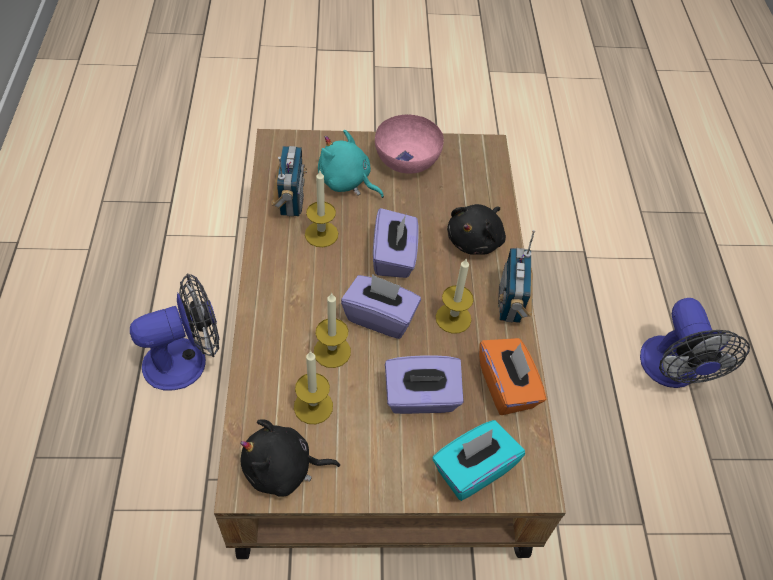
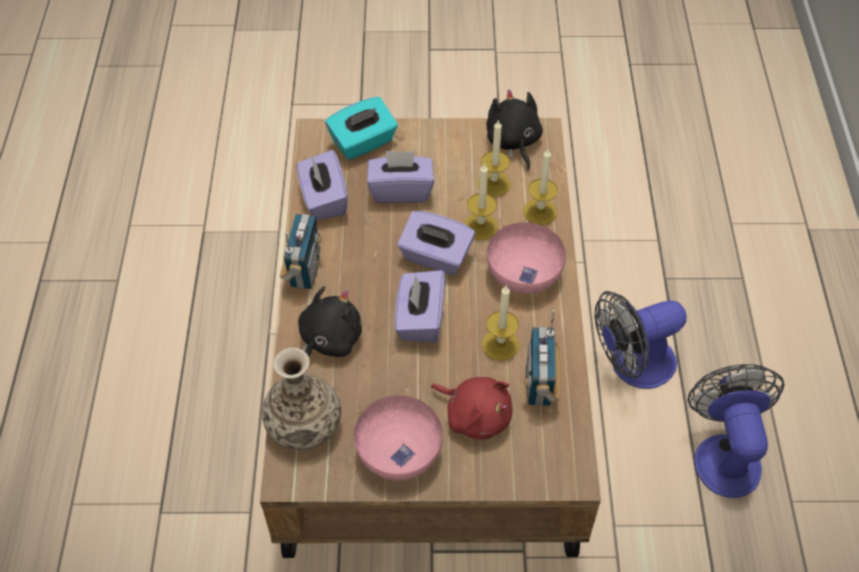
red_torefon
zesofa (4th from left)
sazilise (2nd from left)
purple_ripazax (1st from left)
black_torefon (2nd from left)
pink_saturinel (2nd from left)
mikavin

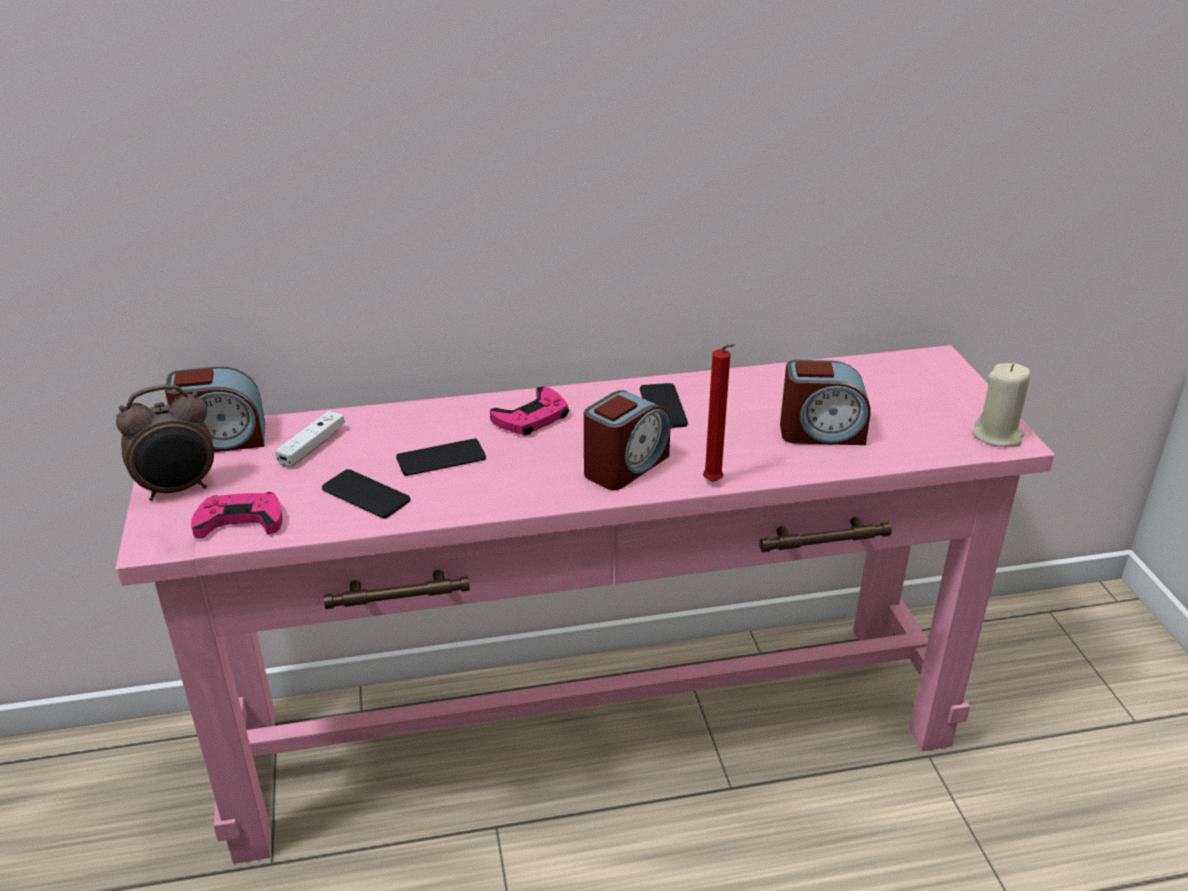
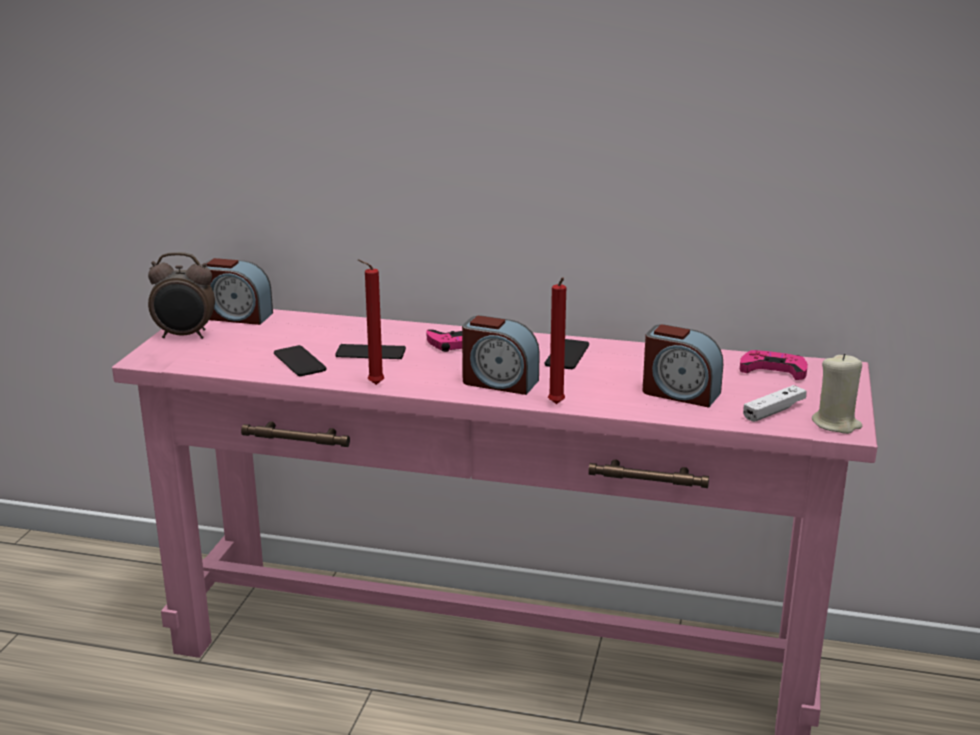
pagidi (3rd from left)
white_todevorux
pink_todevorux (2nd from left)
red_zesofa (1st from left)

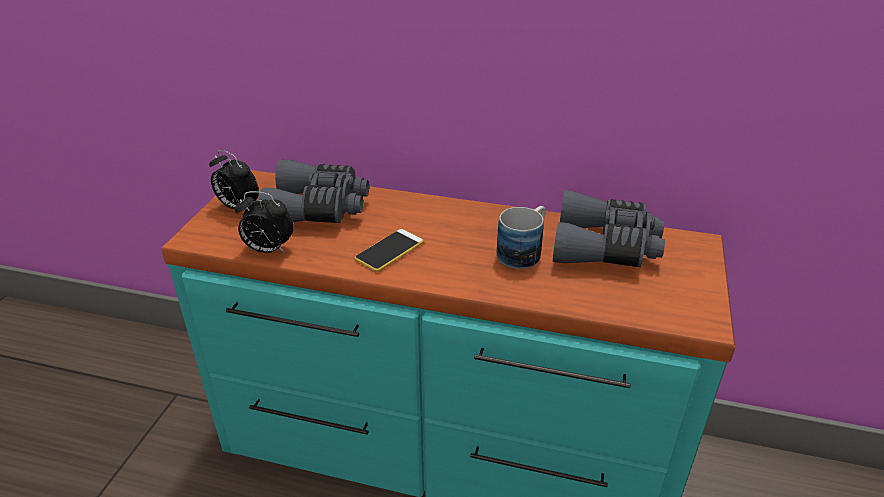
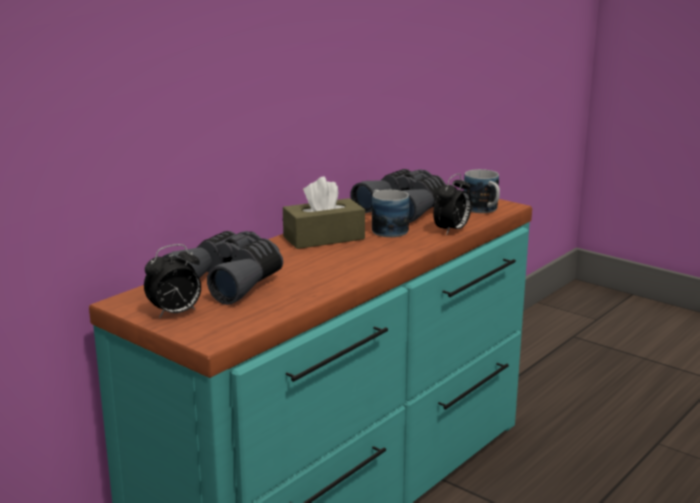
pagidi (2nd from left)
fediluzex
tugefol (2nd from left)
brown_ripazax

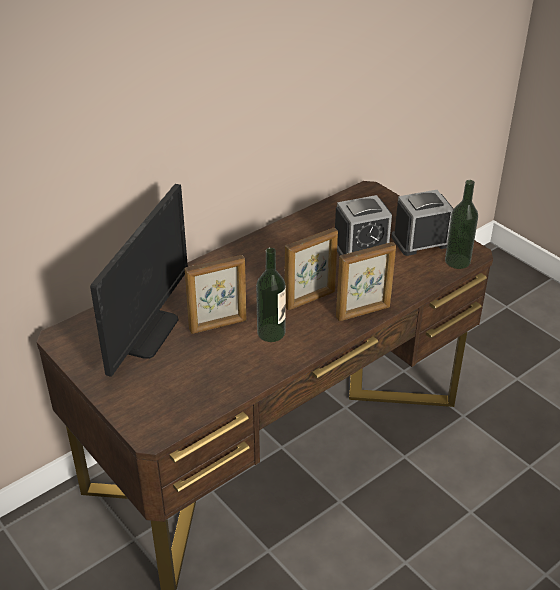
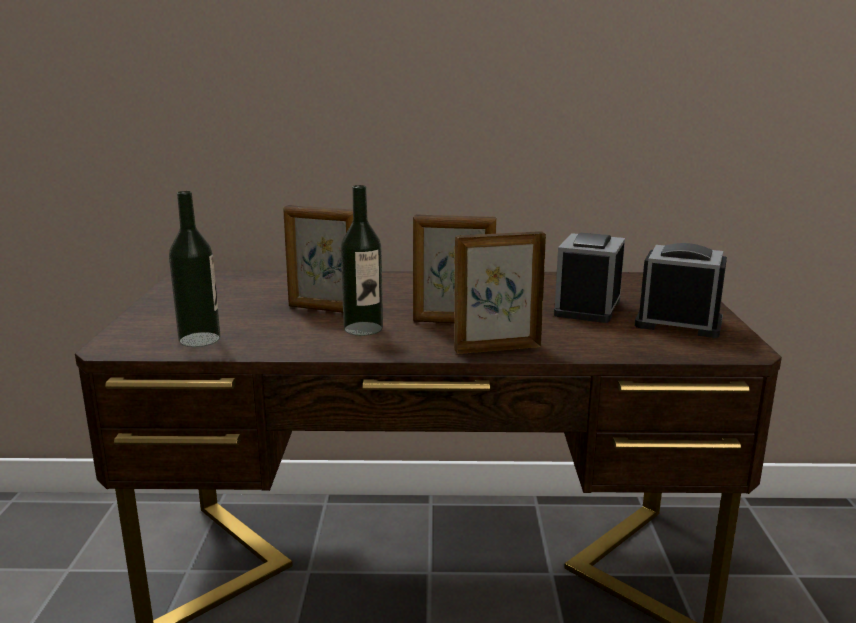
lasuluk (1st from left)
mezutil
pagidi (1st from left)
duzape (3rd from left)

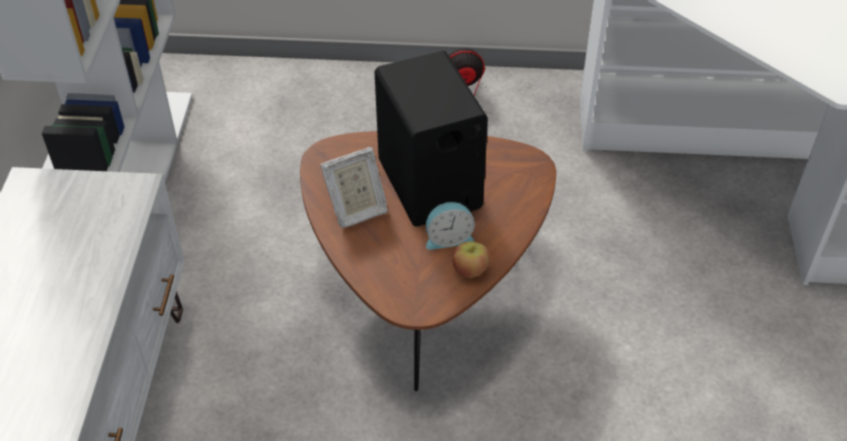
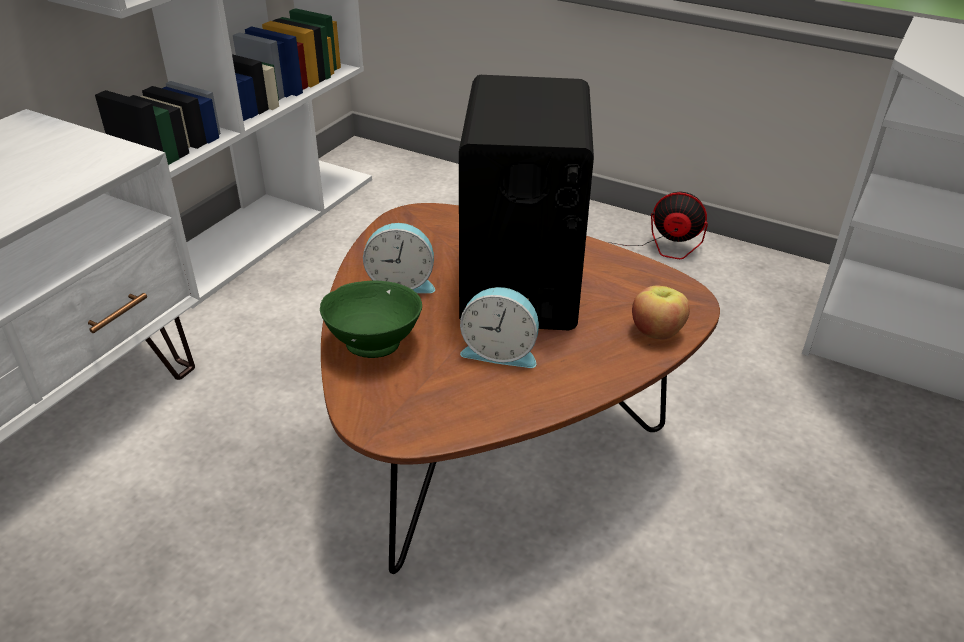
pagidi (1st from left)
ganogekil
green_saturinel

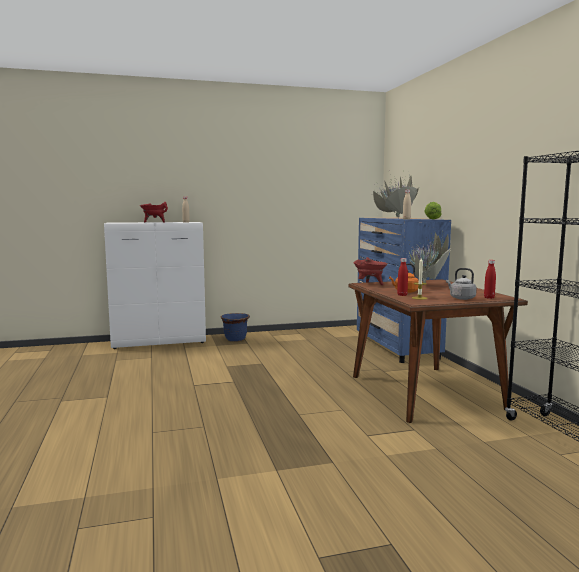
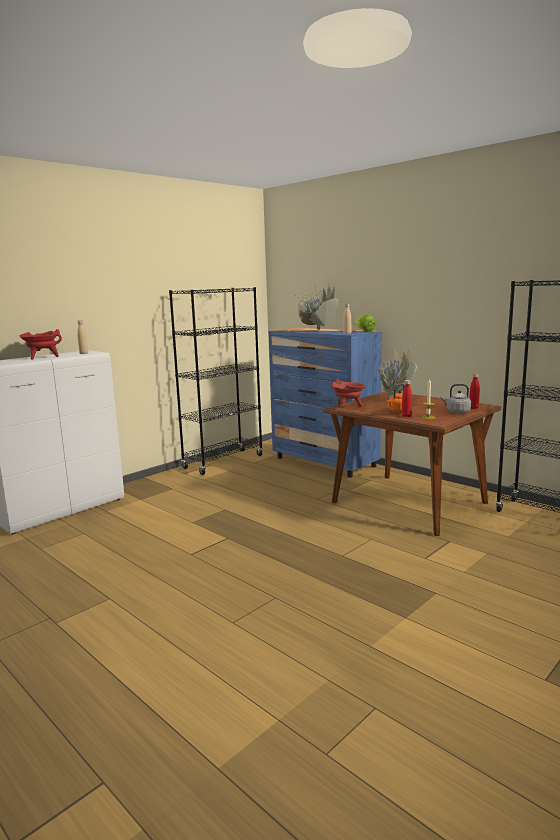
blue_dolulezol
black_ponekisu (1st from left)

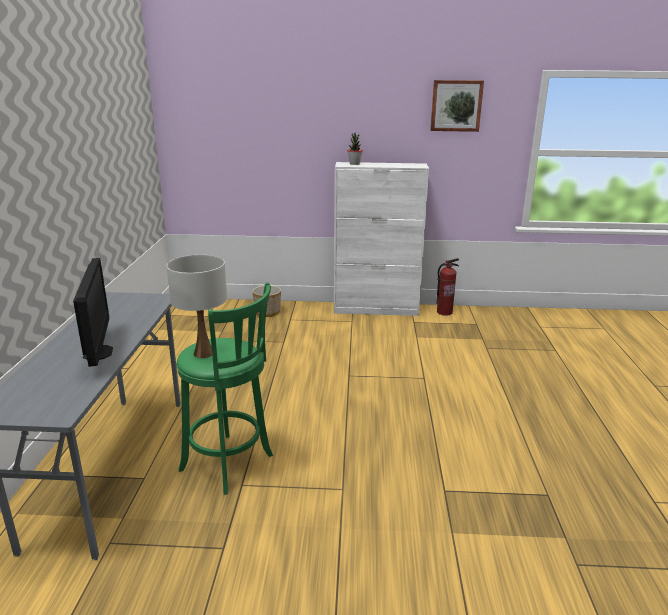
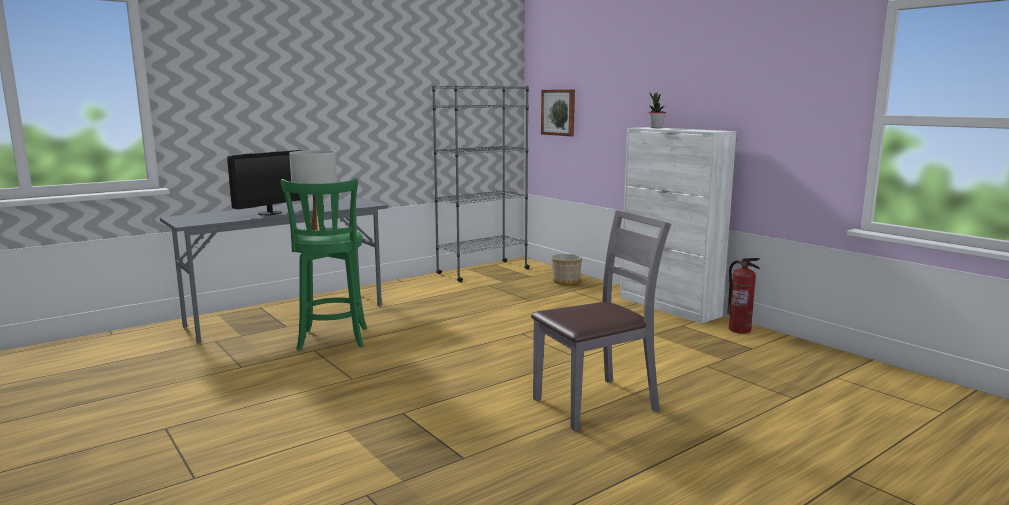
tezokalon
grey_ponekisu
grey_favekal

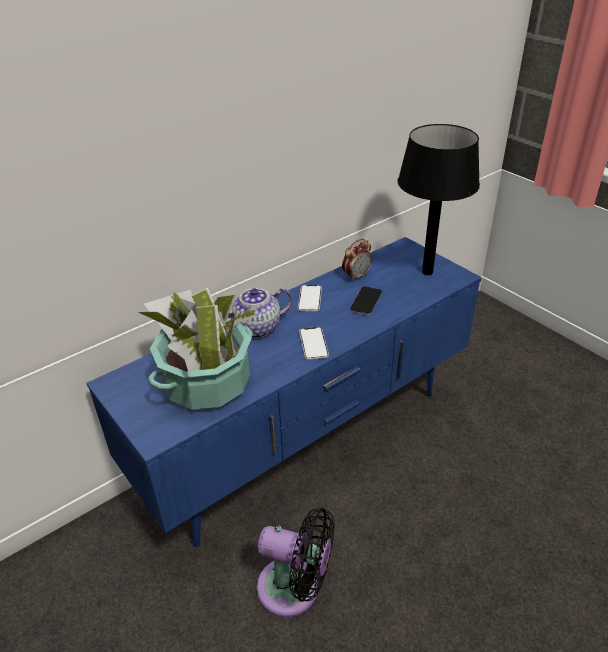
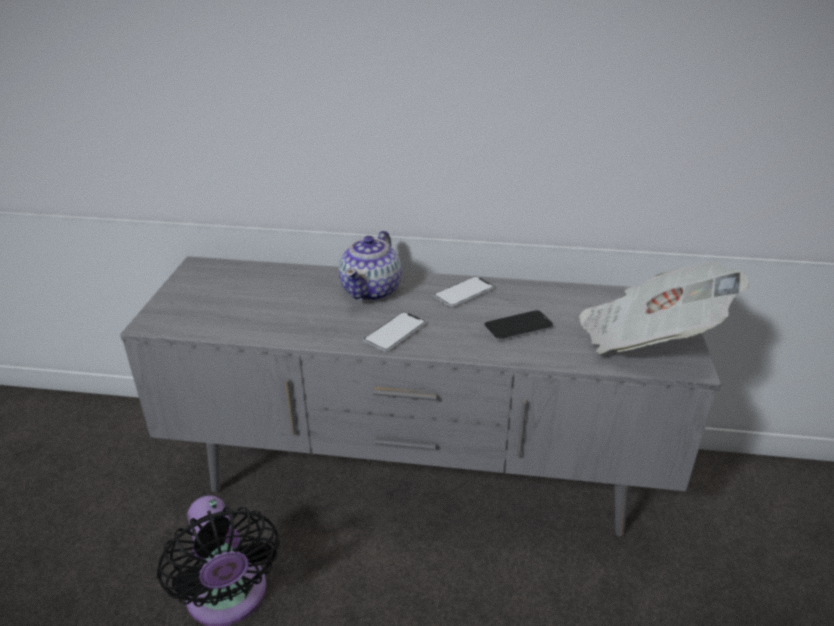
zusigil
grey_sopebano
pagidi
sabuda
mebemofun

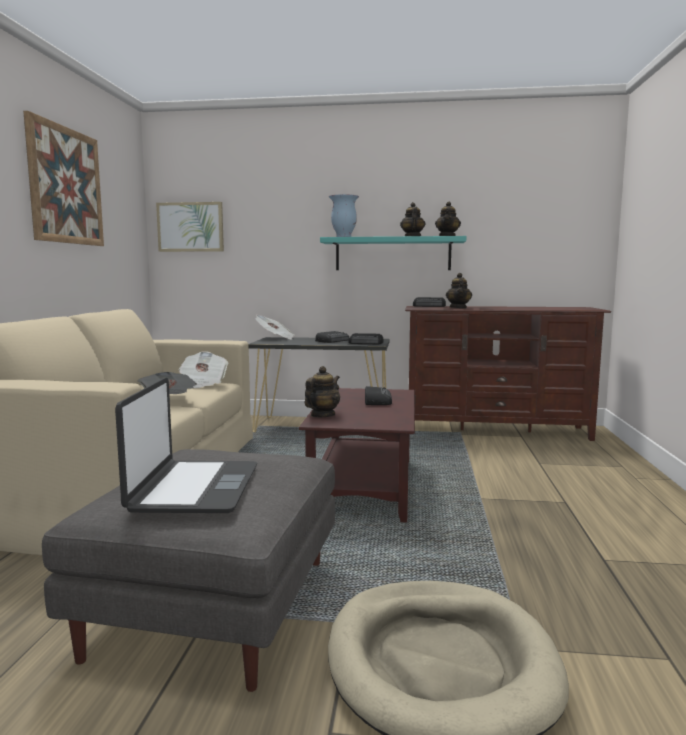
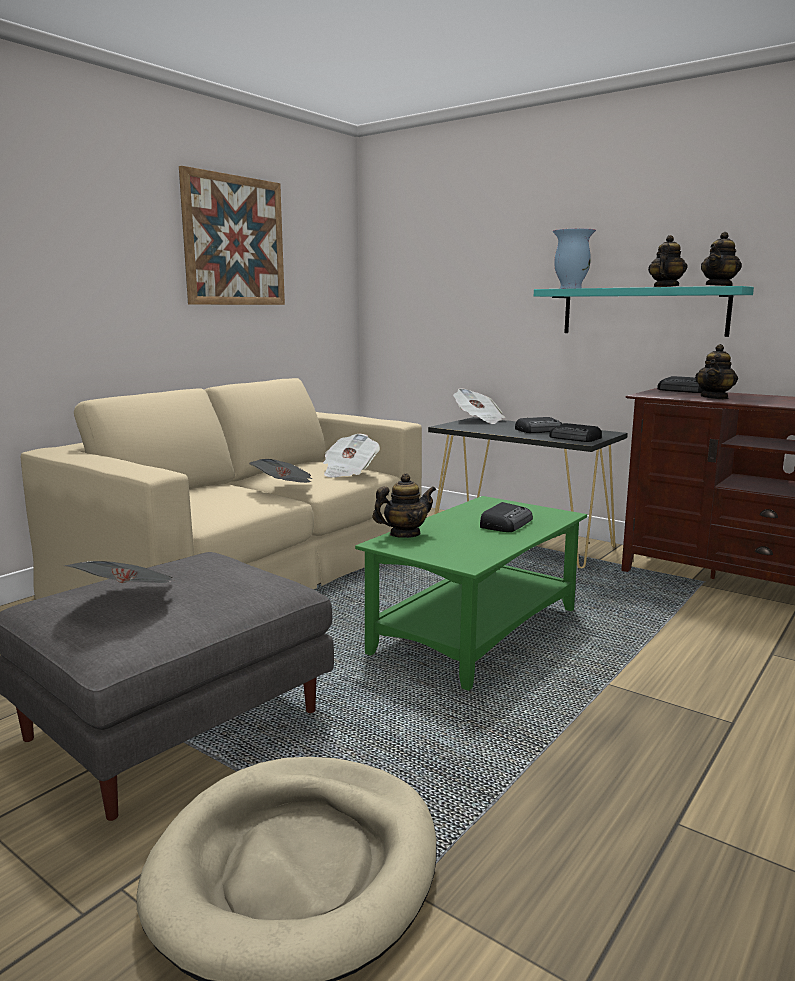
tezokalon (2nd from left in the first image)
zusigil (1st from left)
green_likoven

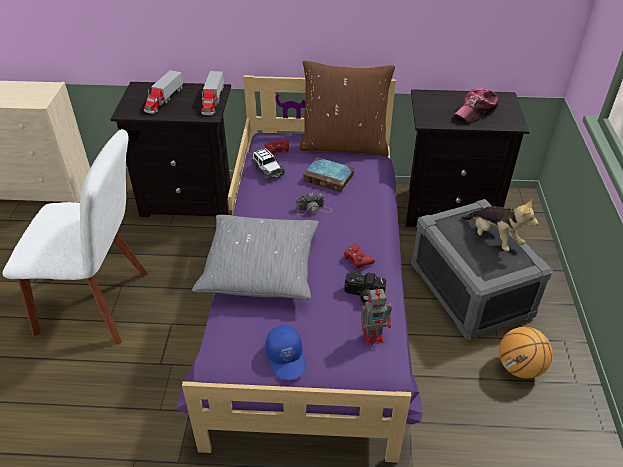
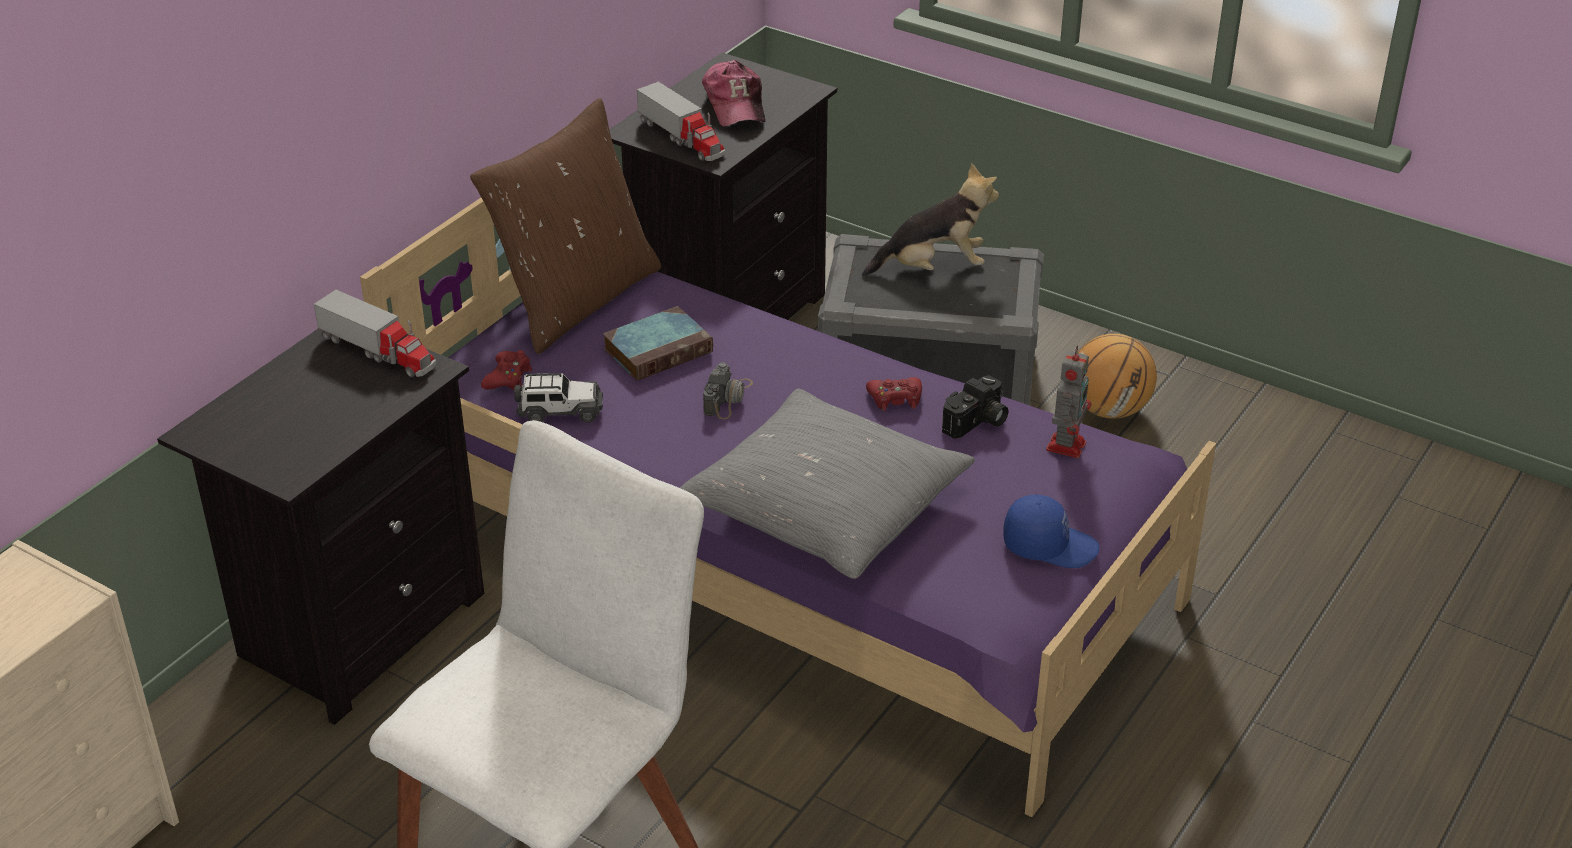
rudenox (2nd from left)

